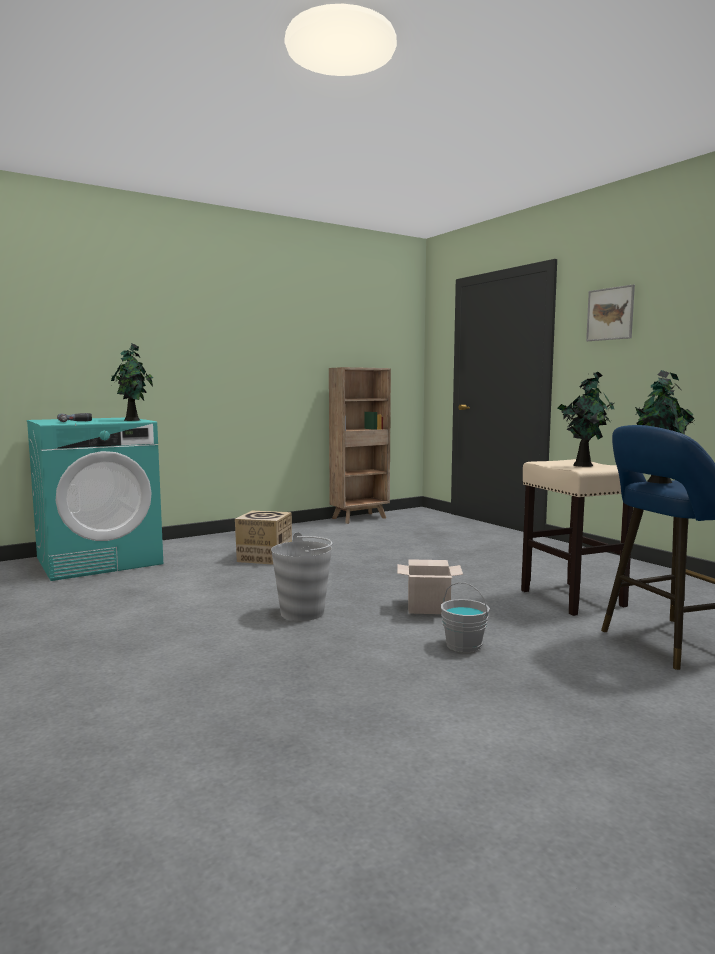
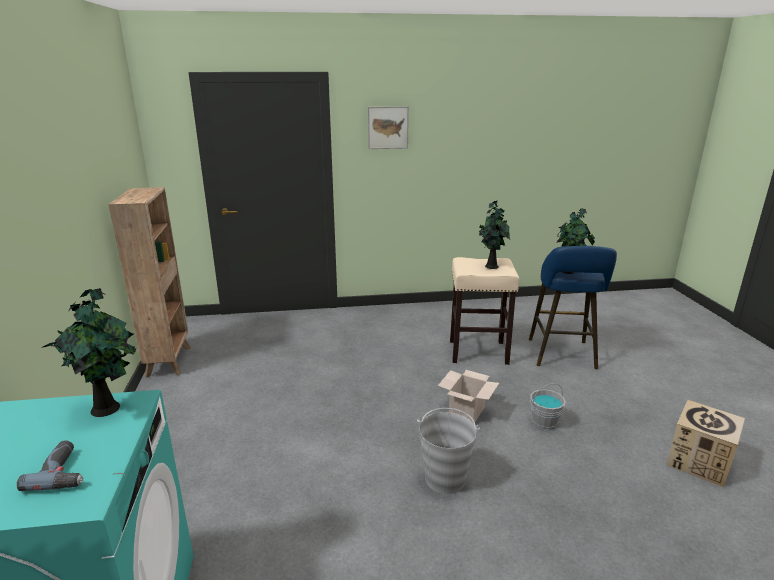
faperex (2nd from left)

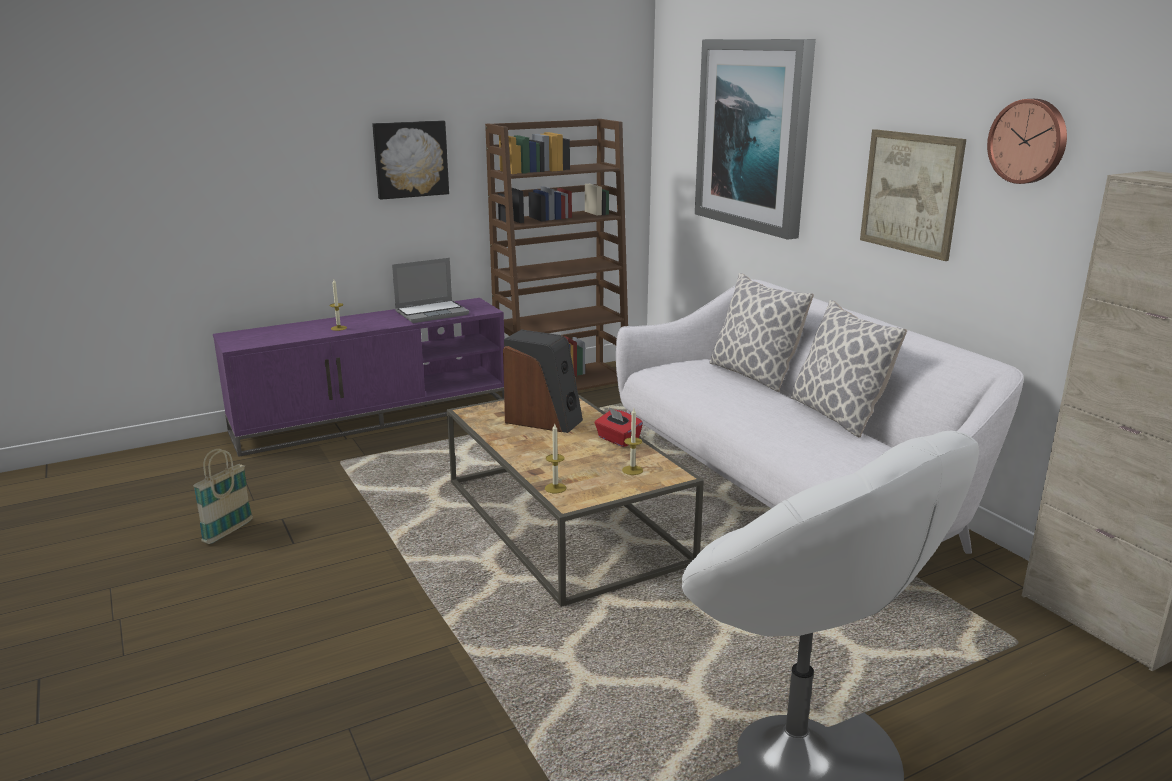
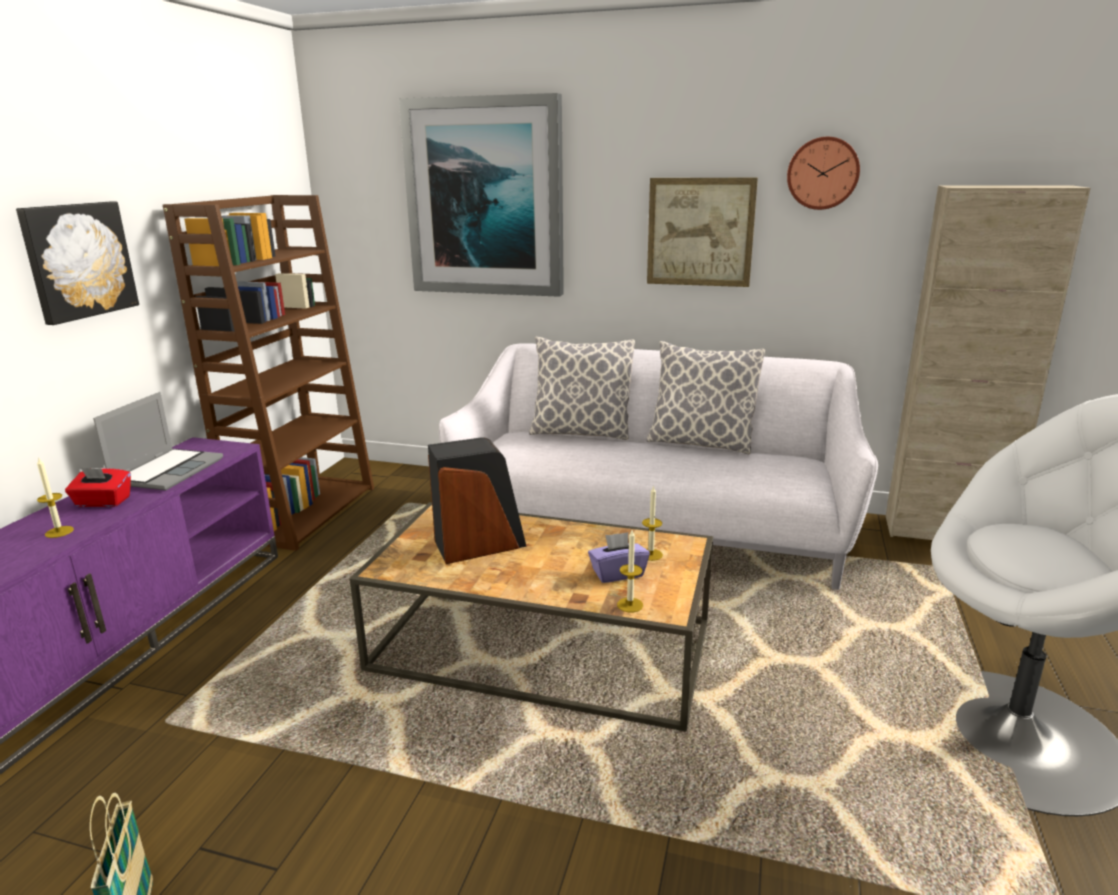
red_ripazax
purple_ripazax

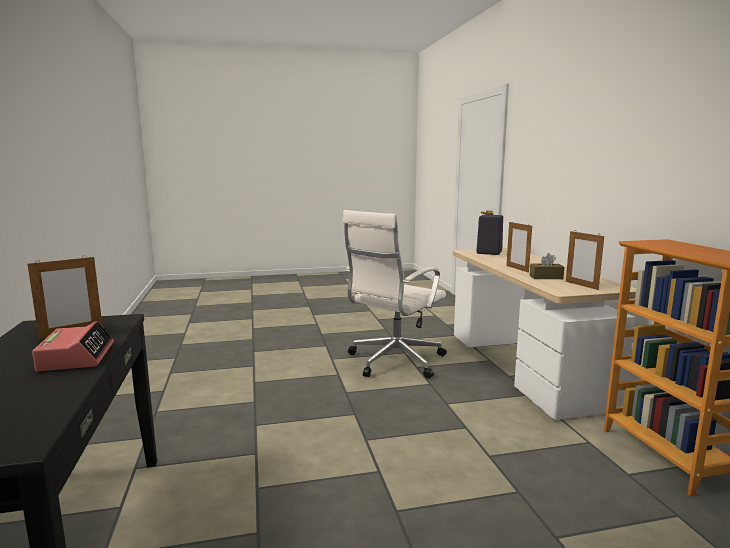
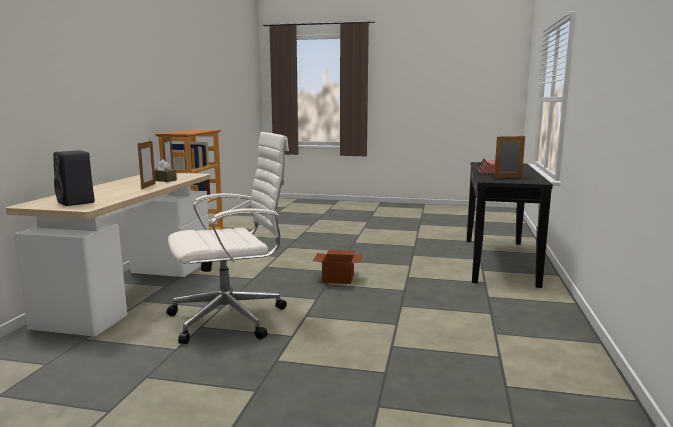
faperex

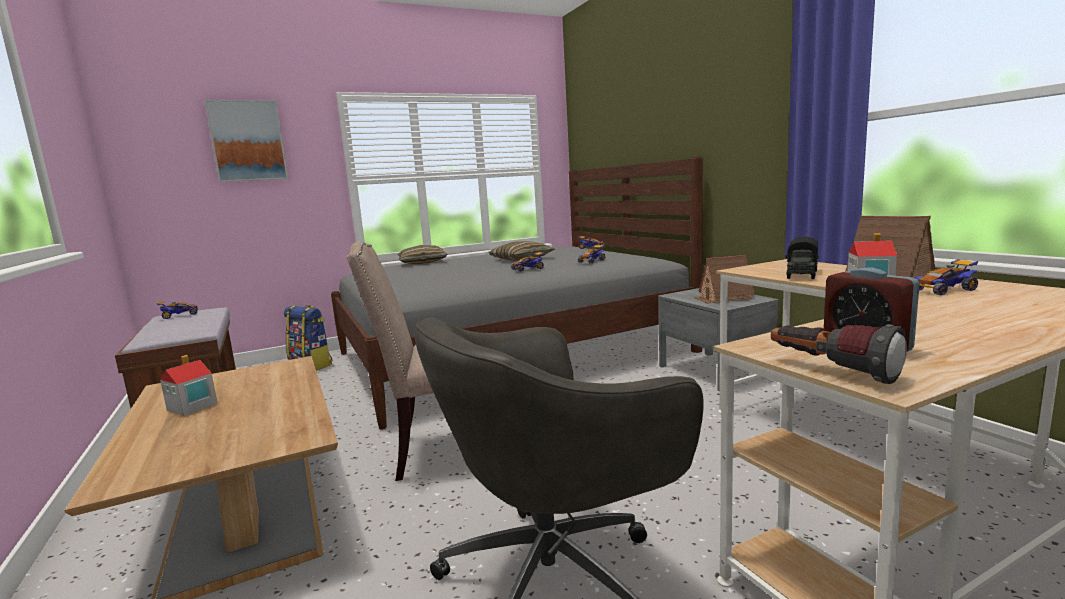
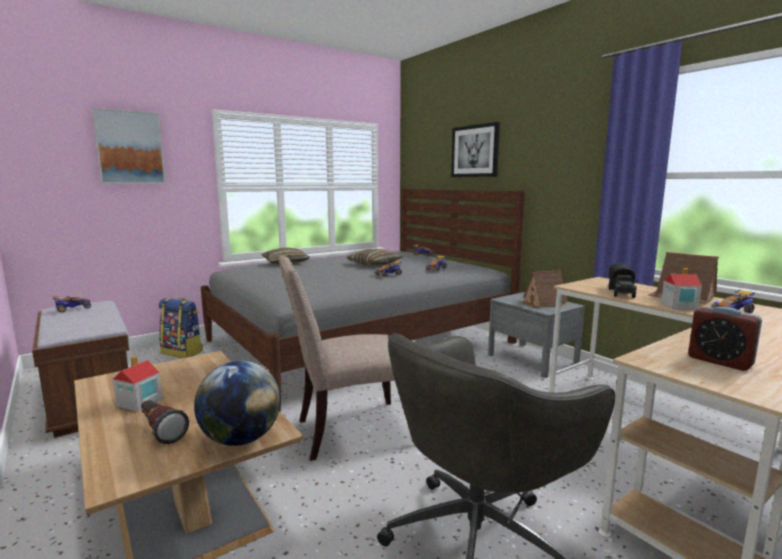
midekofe
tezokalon (2nd from left)
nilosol

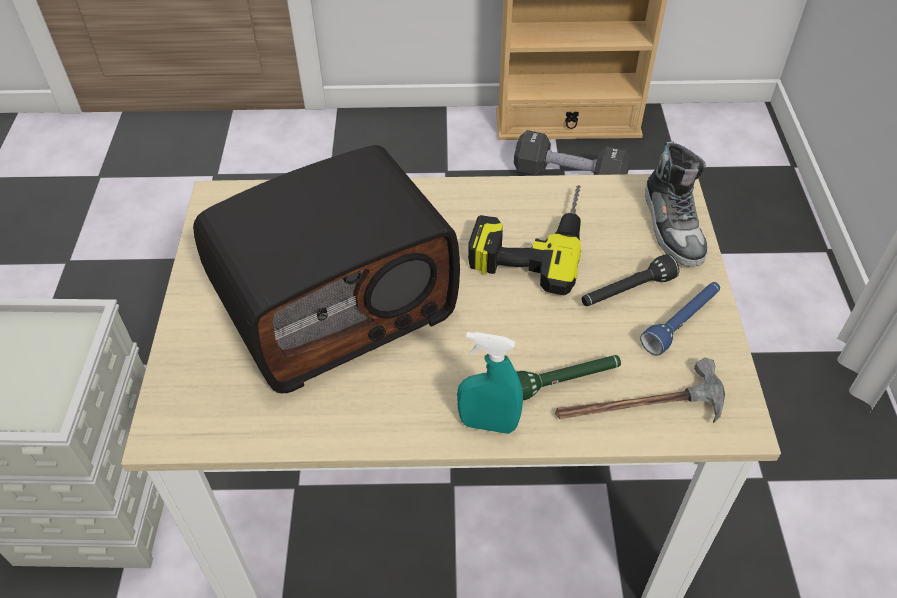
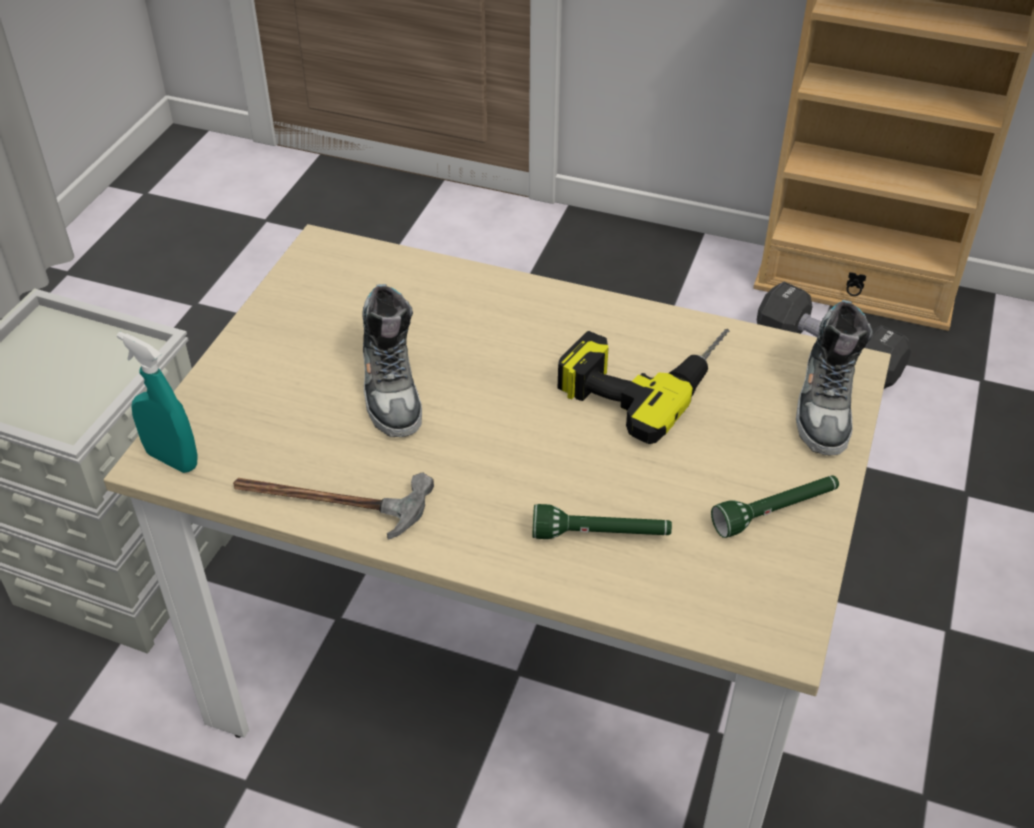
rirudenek (1st from left)
black_midekofe
green_midekofe (2nd from left)
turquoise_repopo
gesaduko

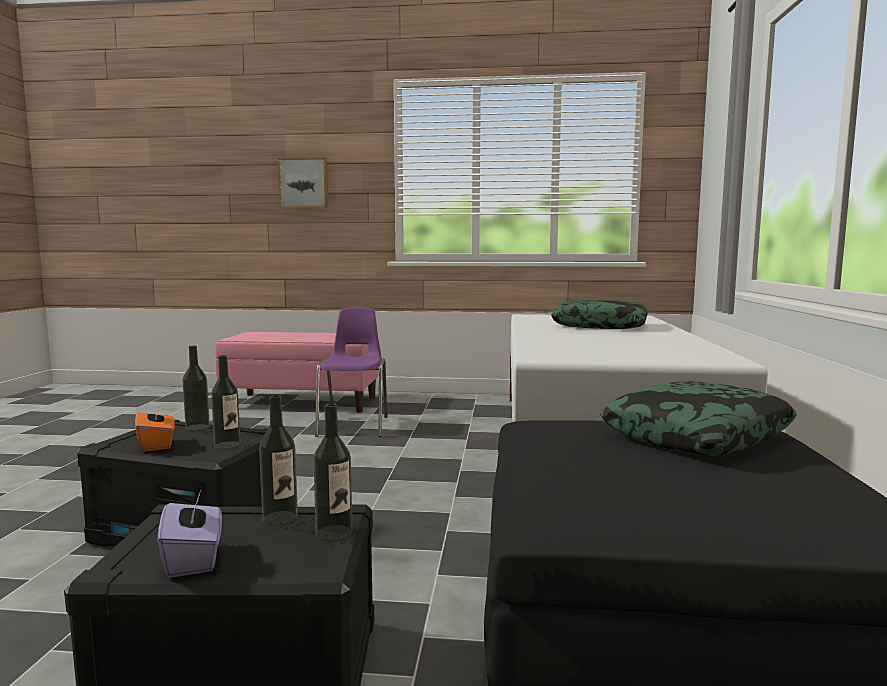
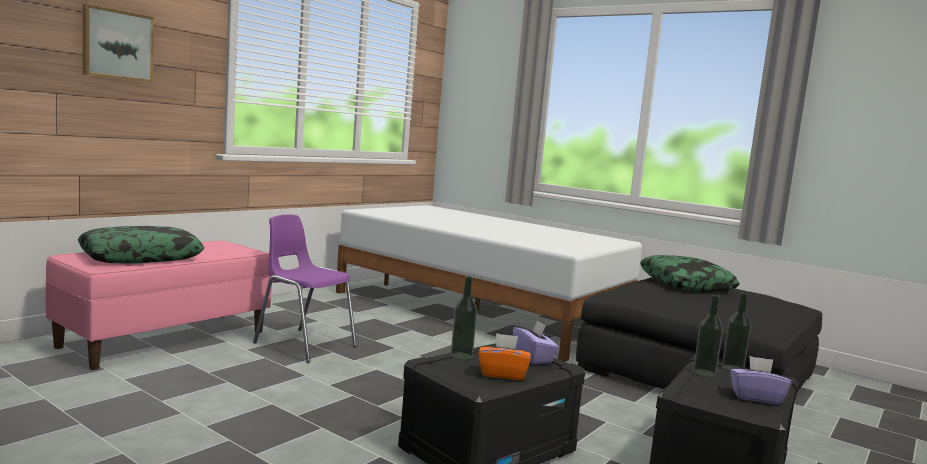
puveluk (1st from left)
purple_ripazax (1st from left)

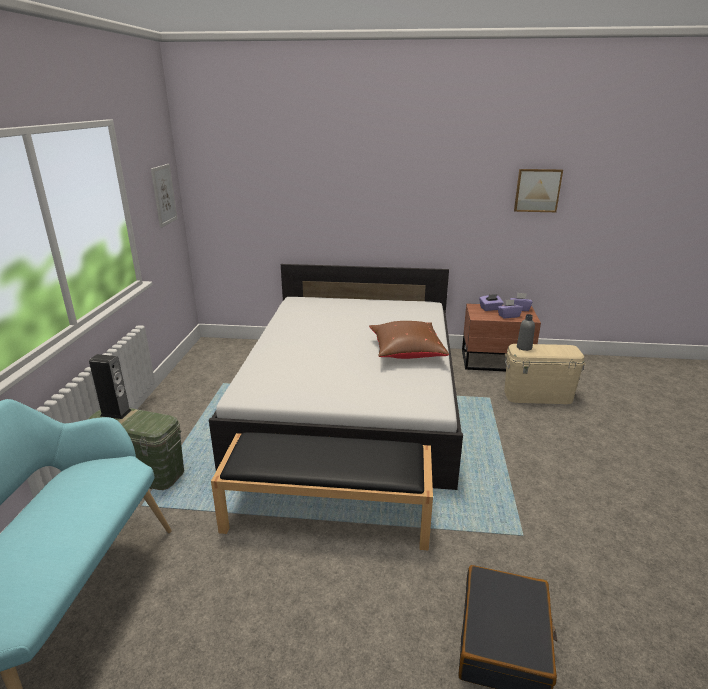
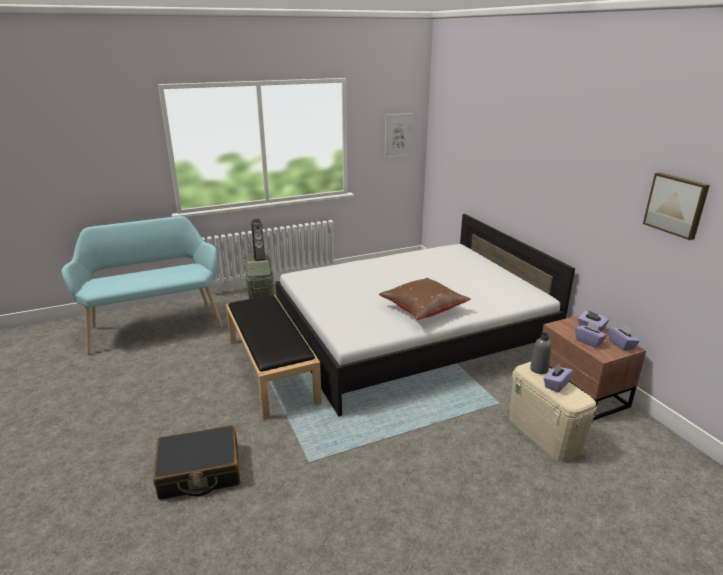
purple_ripazax (1st from left)

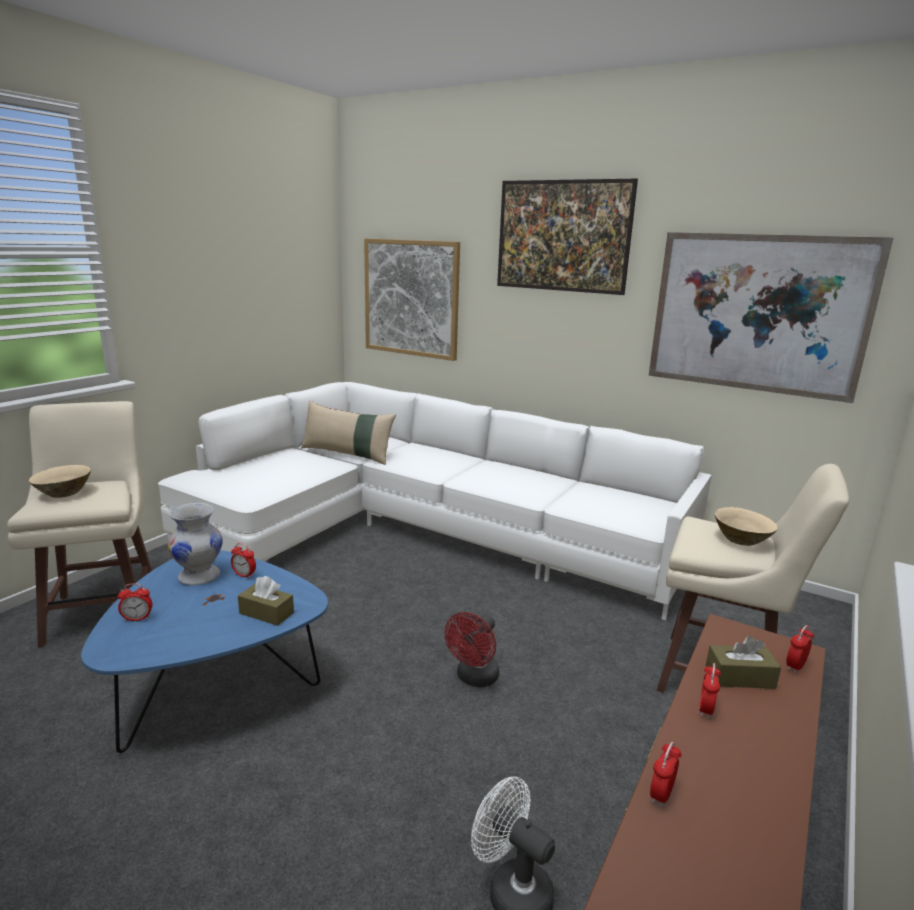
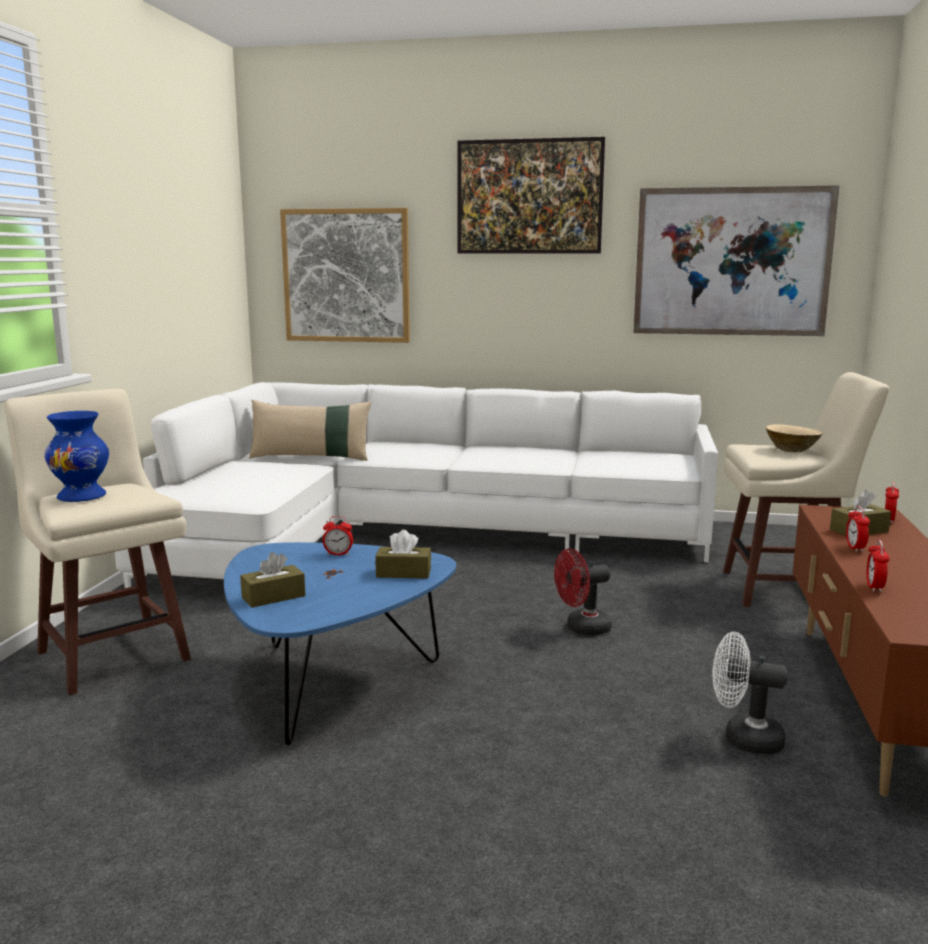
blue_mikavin
white_mikavin
brown_ripazax (1st from left)
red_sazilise

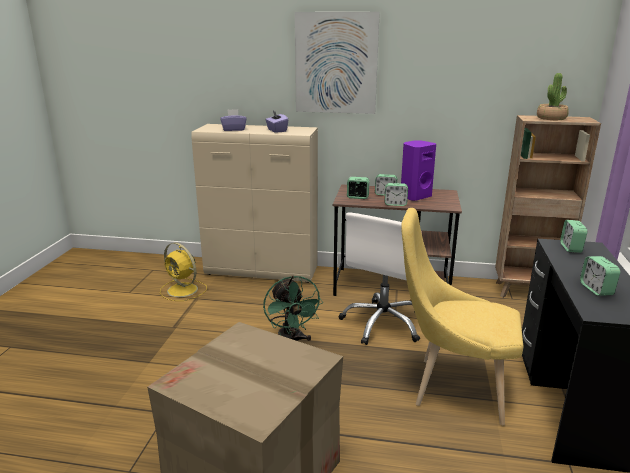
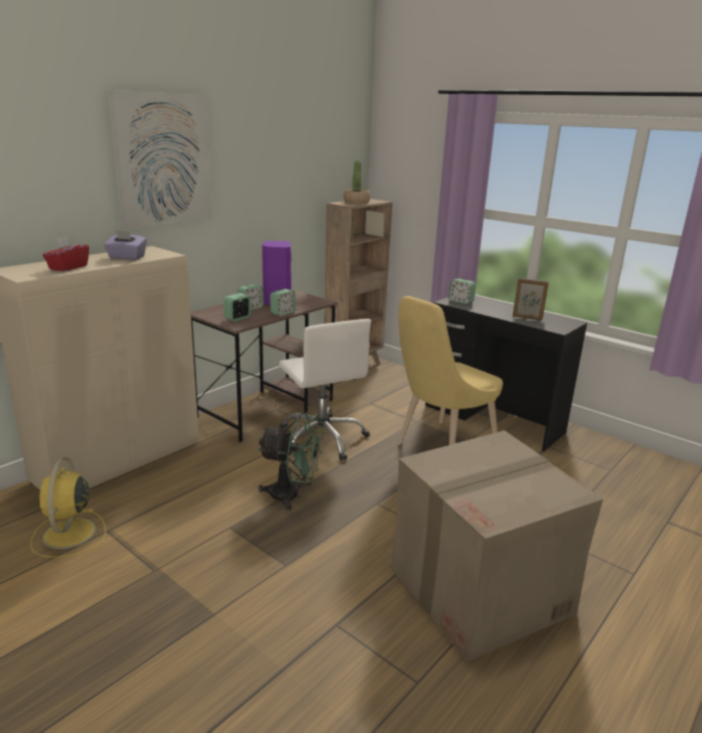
red_ripazax
yellow_sazilise
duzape

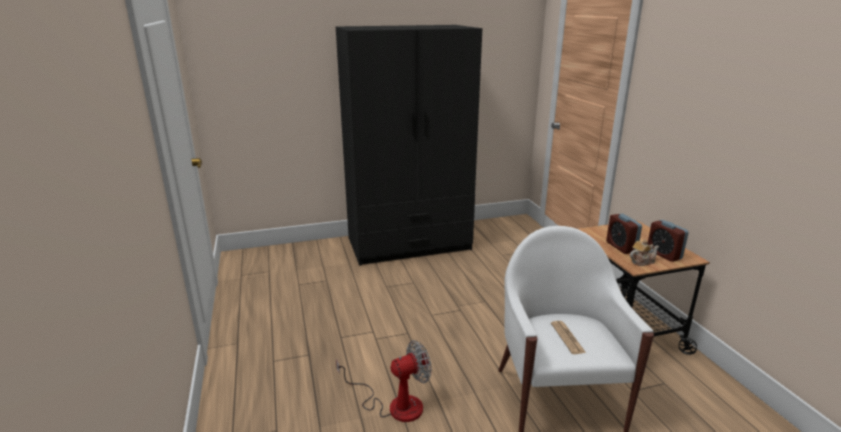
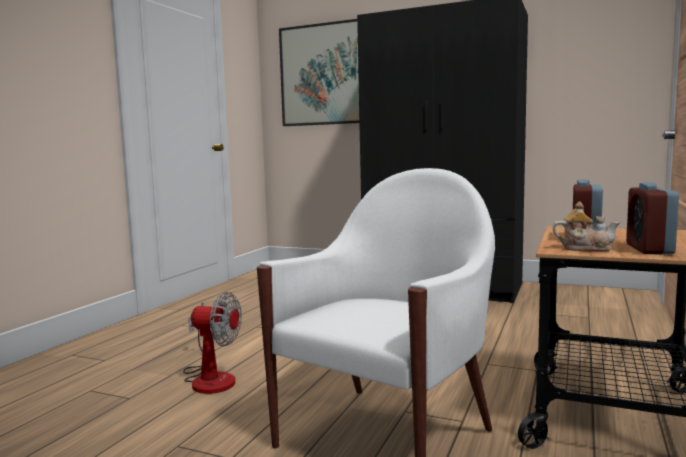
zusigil
tezokalon

